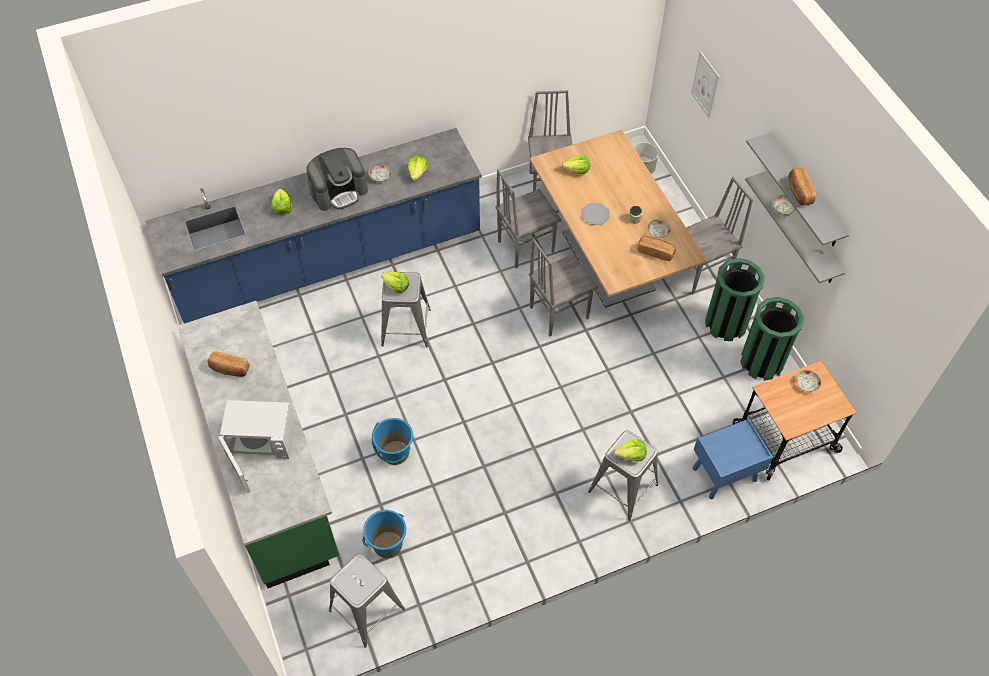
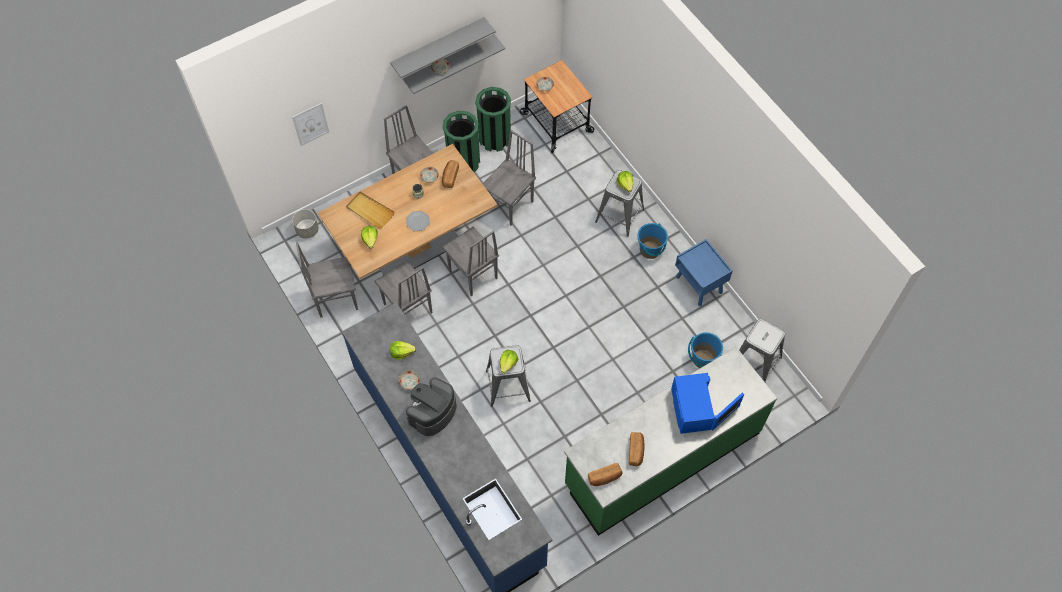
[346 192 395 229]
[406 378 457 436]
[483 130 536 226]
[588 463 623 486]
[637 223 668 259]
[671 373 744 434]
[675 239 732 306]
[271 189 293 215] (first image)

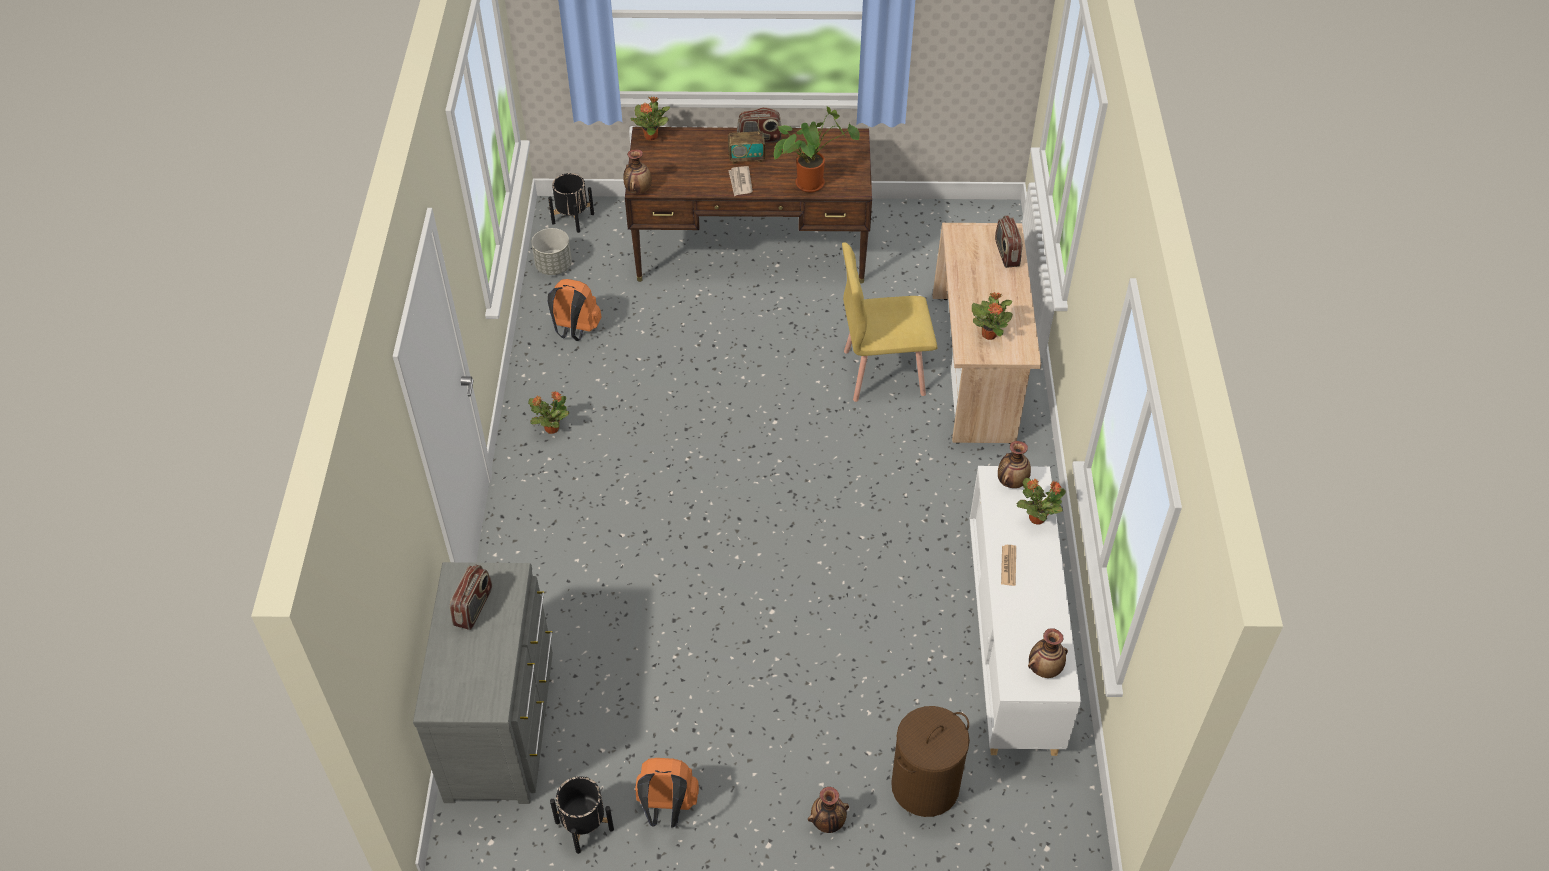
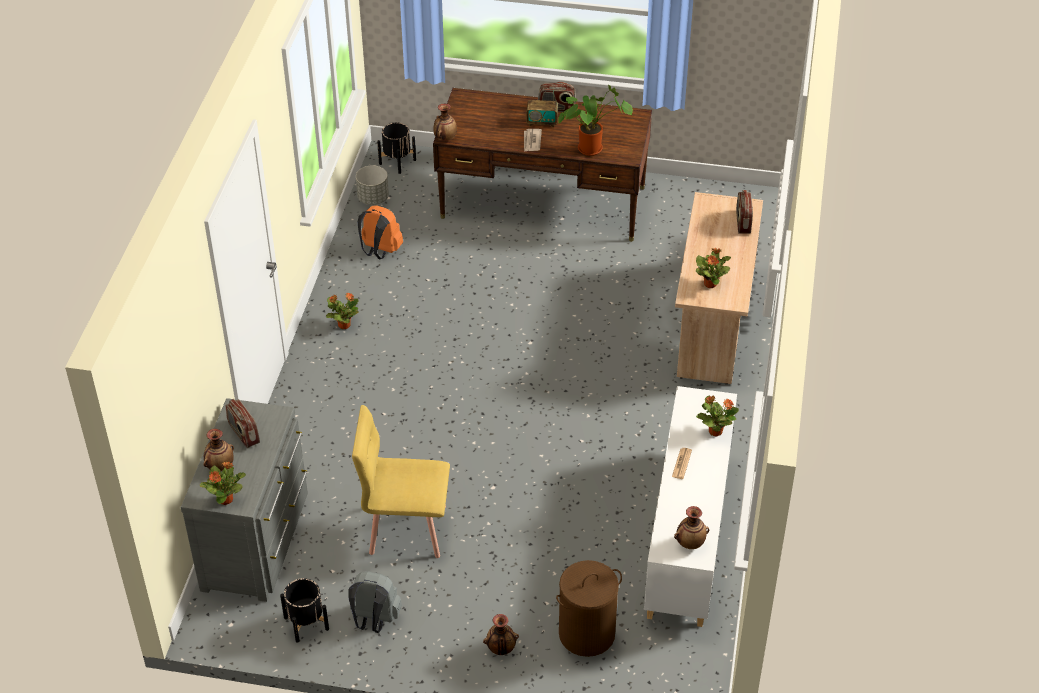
[200 462 246 505]
[204 429 234 471]
[226 399 260 448]
[348 571 402 633]
[352 405 450 558]

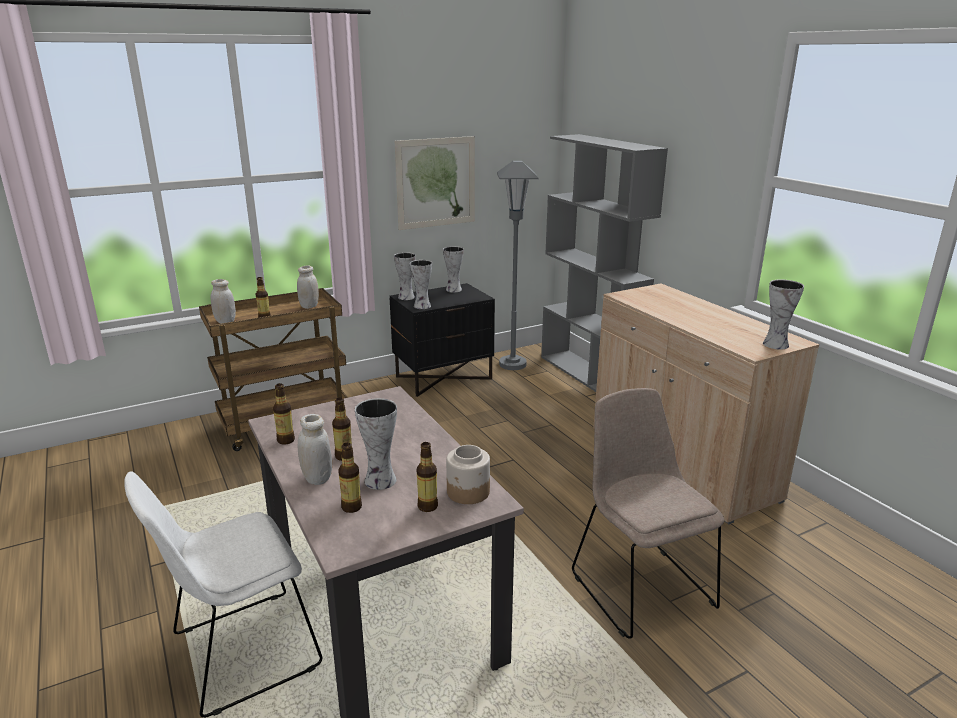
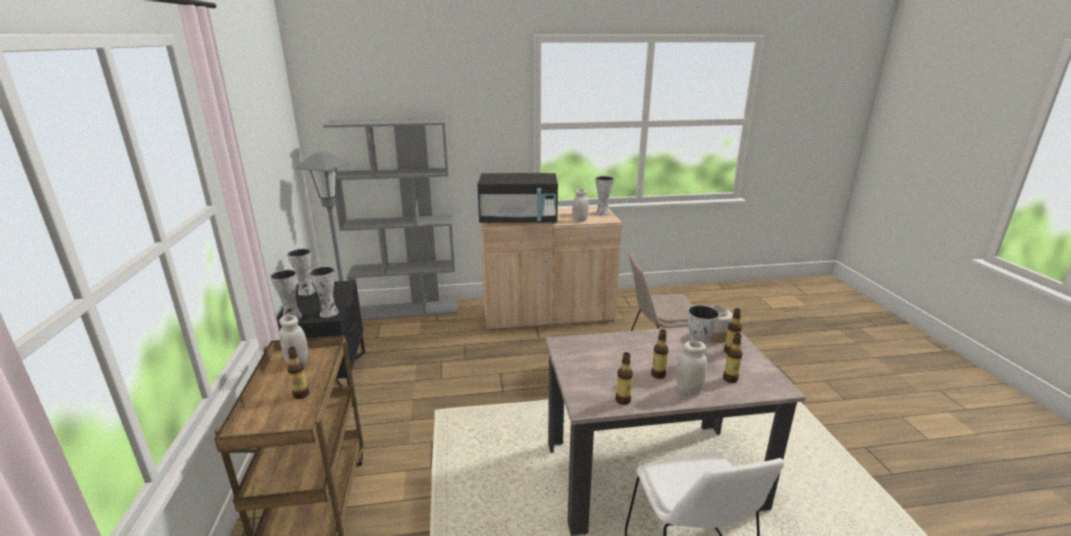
[477 173 558 224]
[572 189 589 222]
[395 136 475 230] (first image)

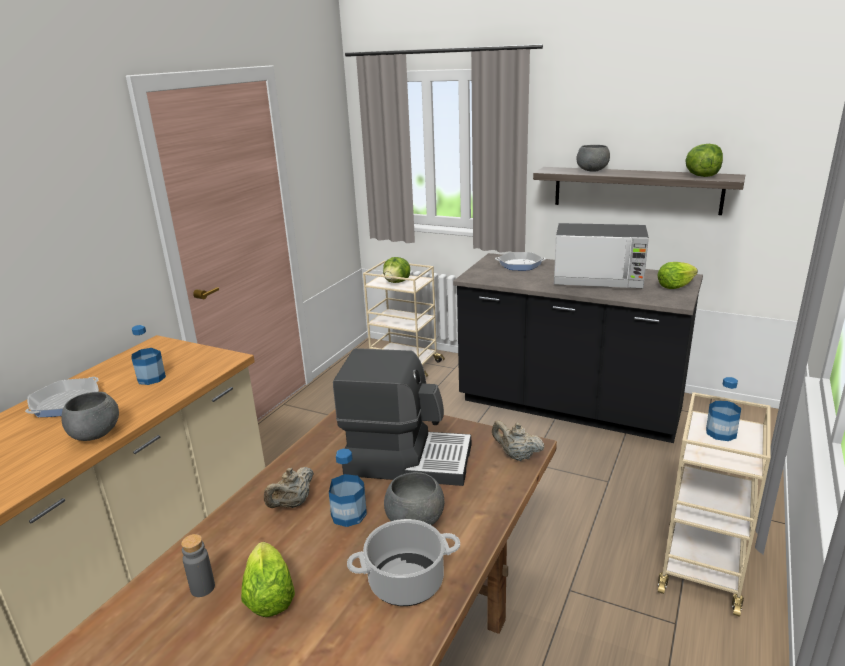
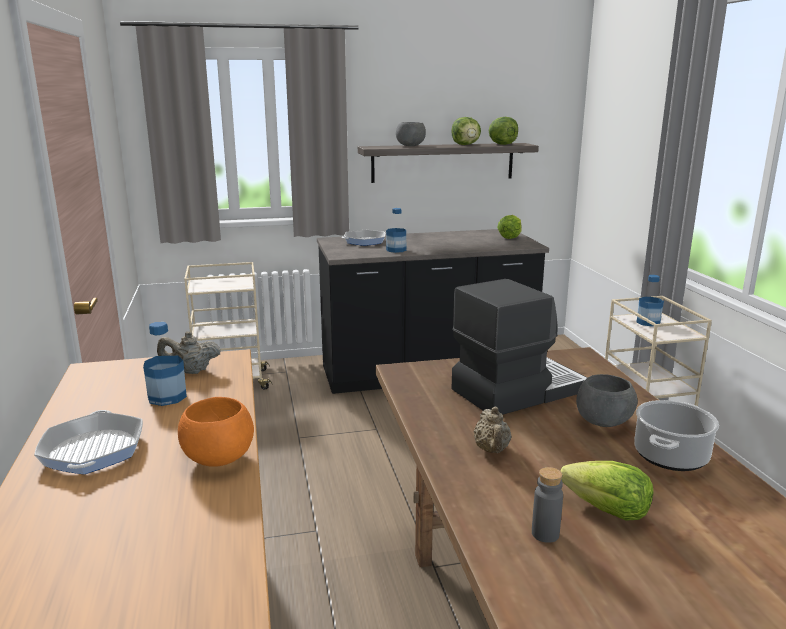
[157 331 221 374]
[178 397 254 467]
[386 208 406 253]
[451 117 481 145]
[554 223 649 288] (first image)

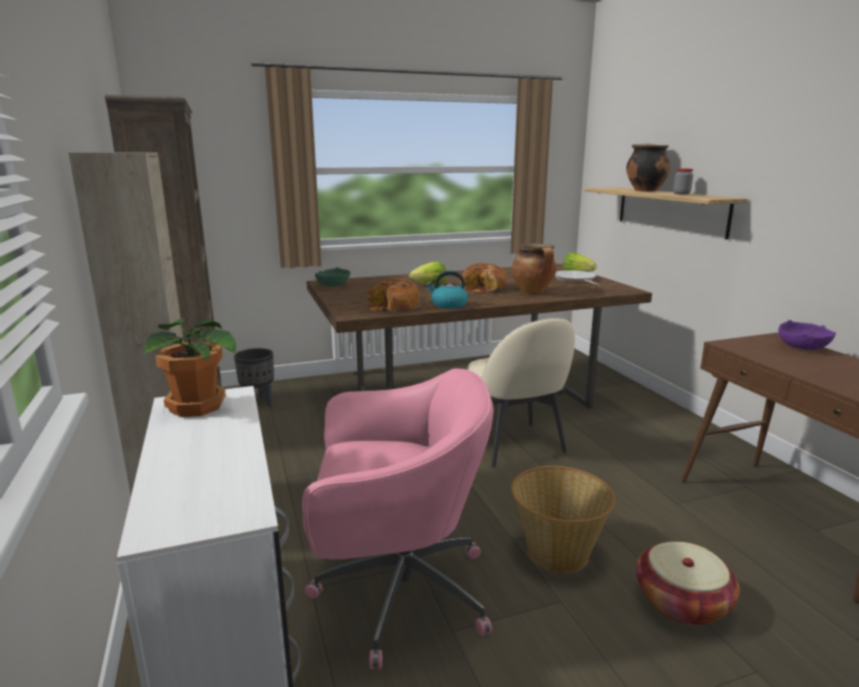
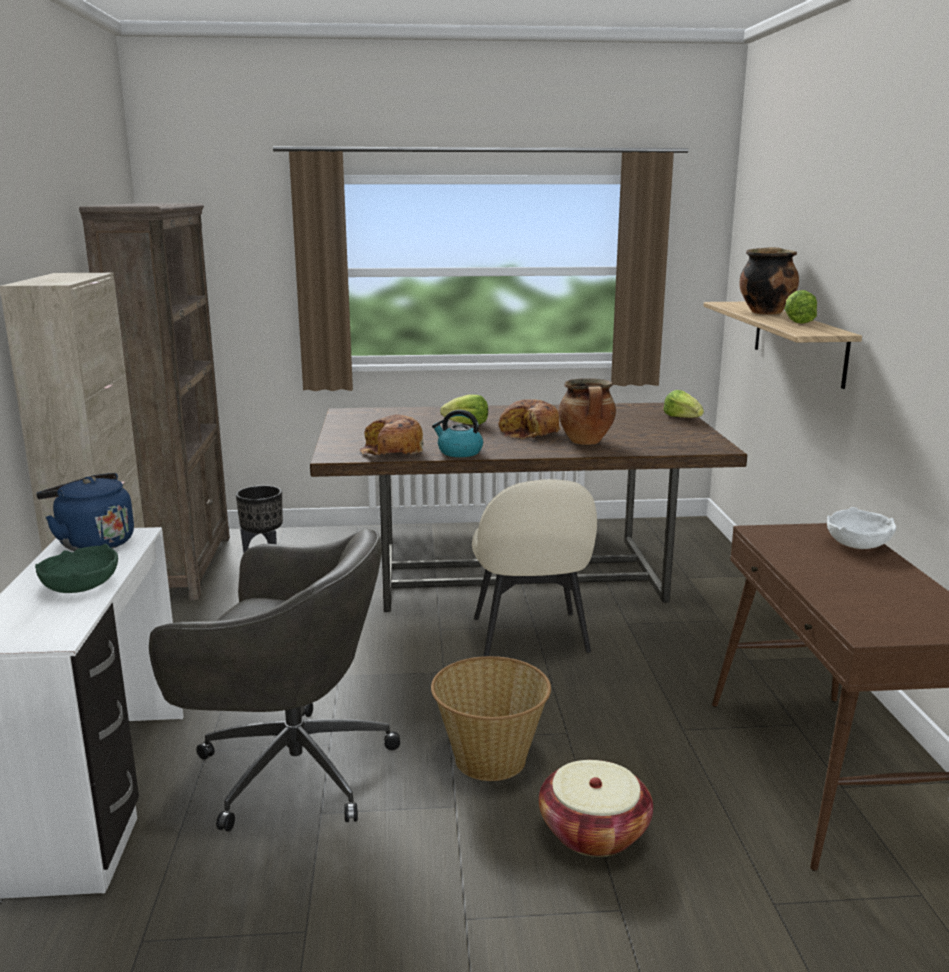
[35 544 118 593]
[36 473 134 551]
[149 529 400 832]
[784 290 817 324]
[827 507 896 549]
[555 270 600 286] (first image)

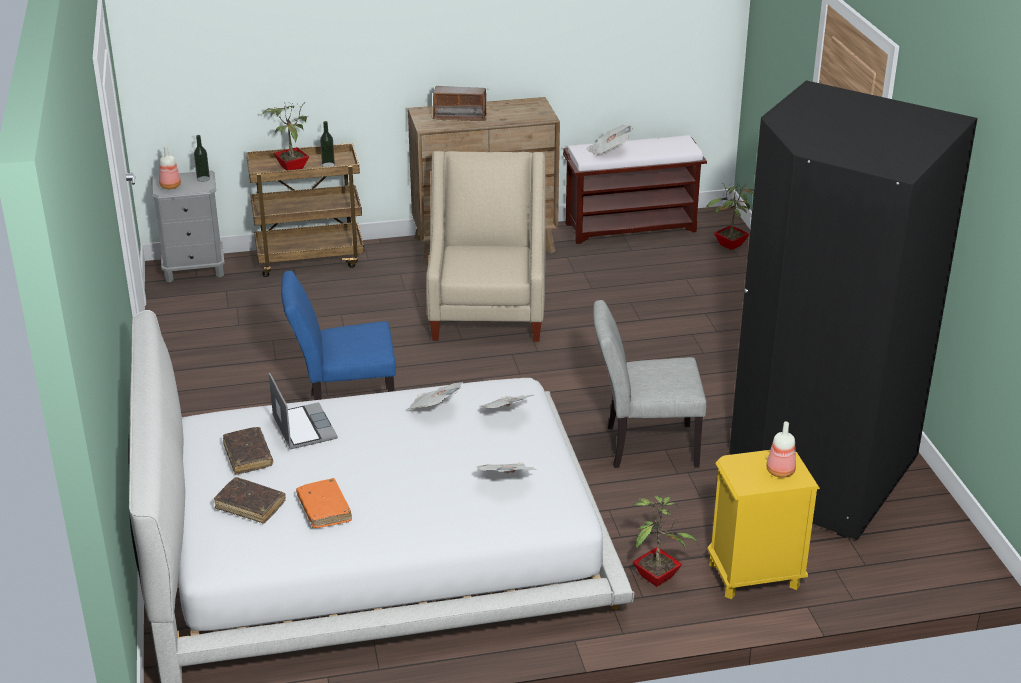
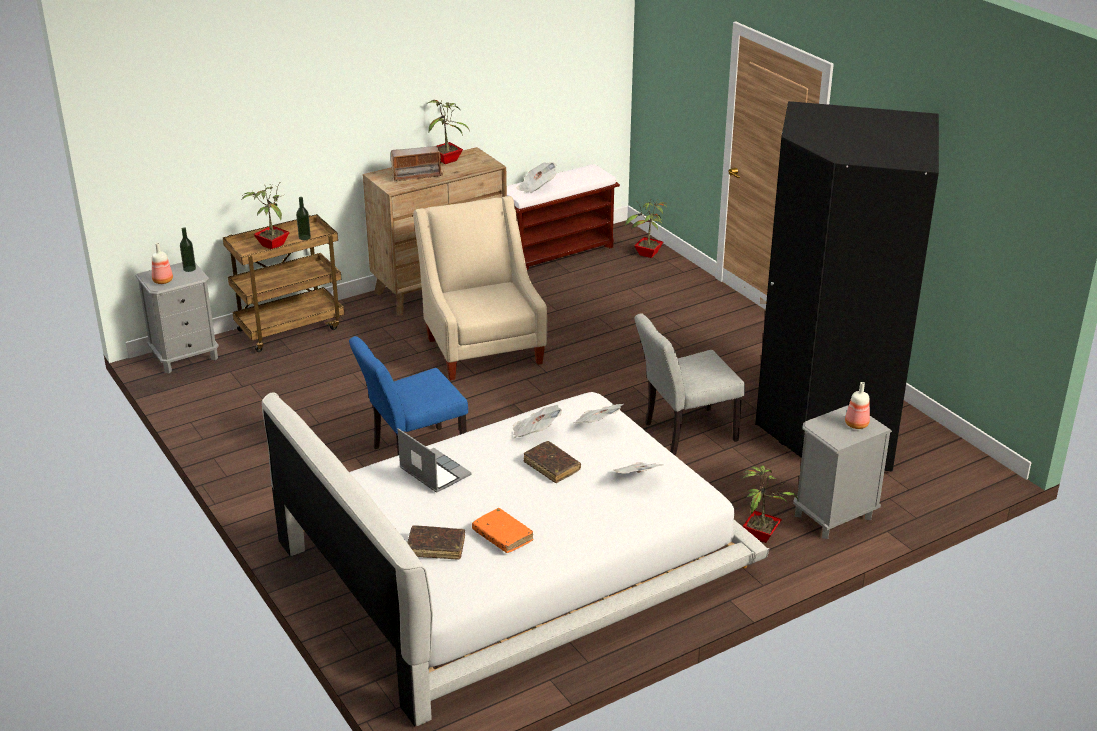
[428 100 470 164]
[523 441 581 483]
[793 405 892 539]

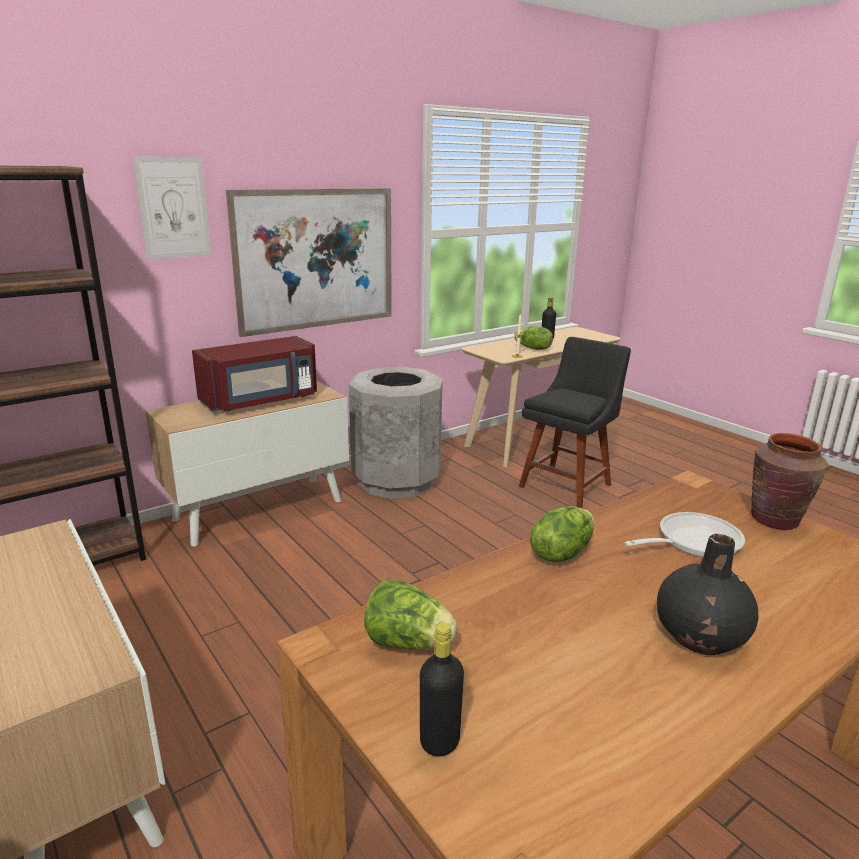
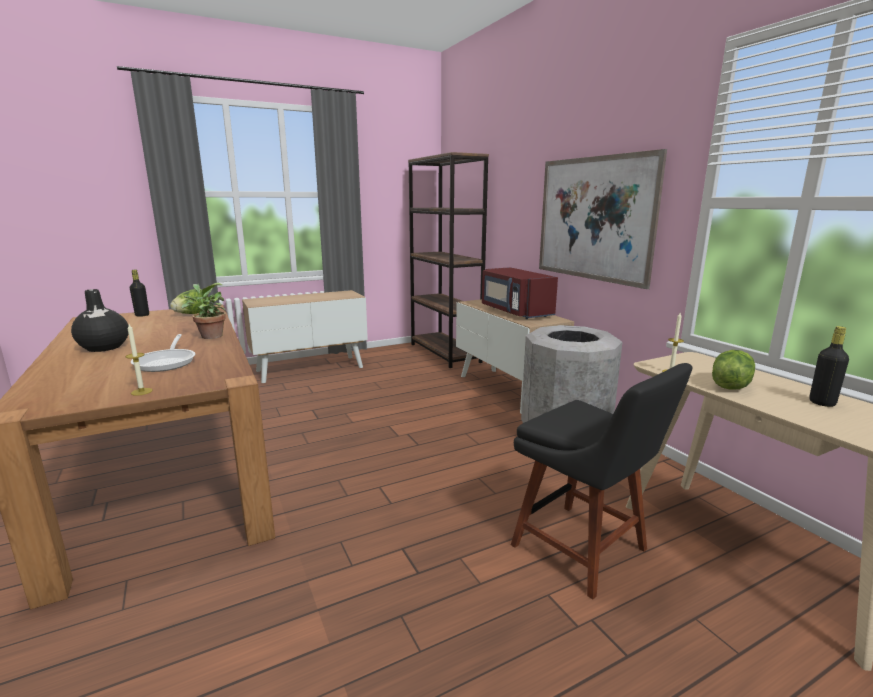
[125 324 153 396]
[181 283 228 339]
[133 156 212 259] (first image)

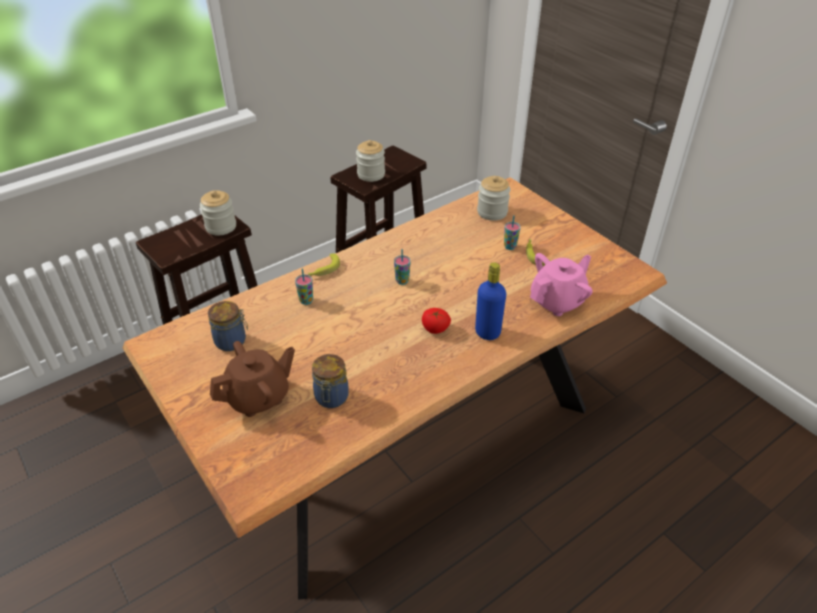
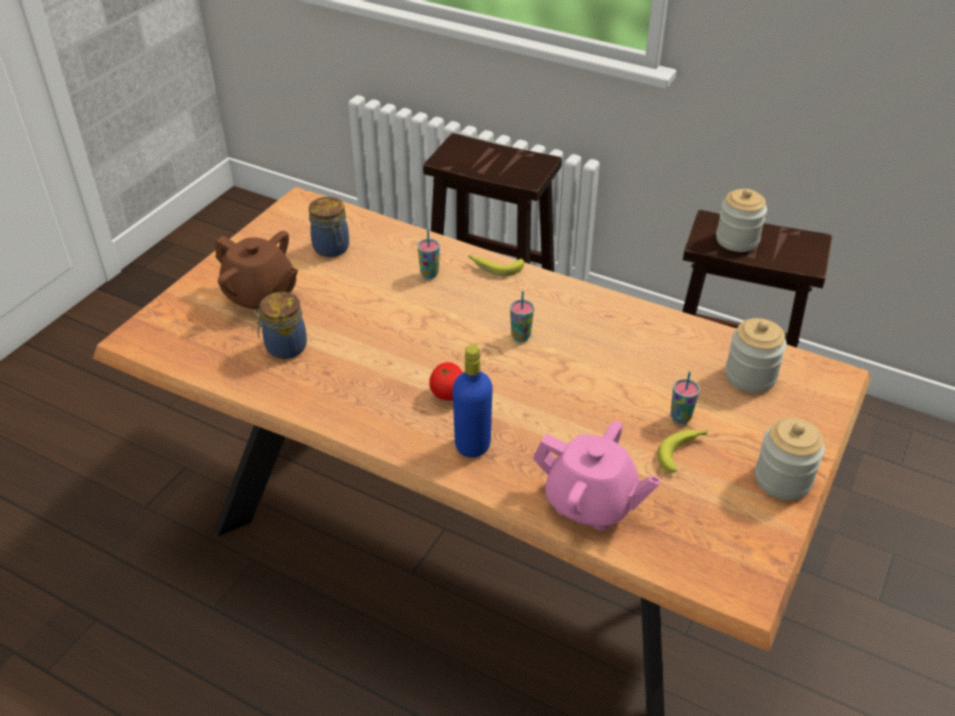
[755 417 825 500]

